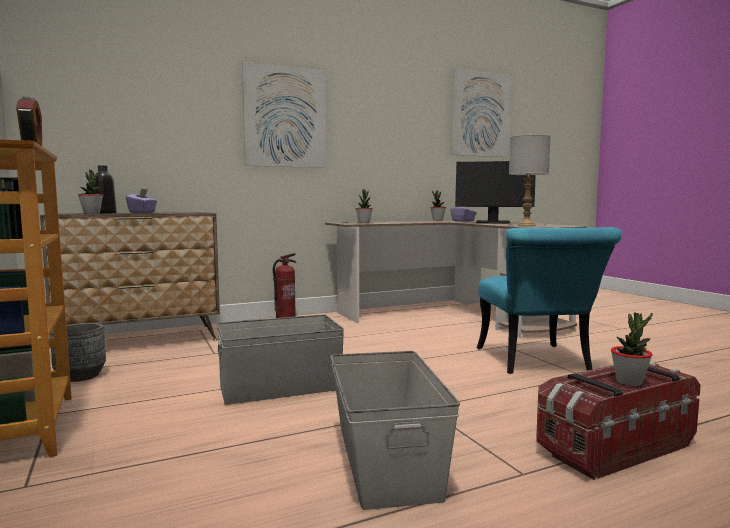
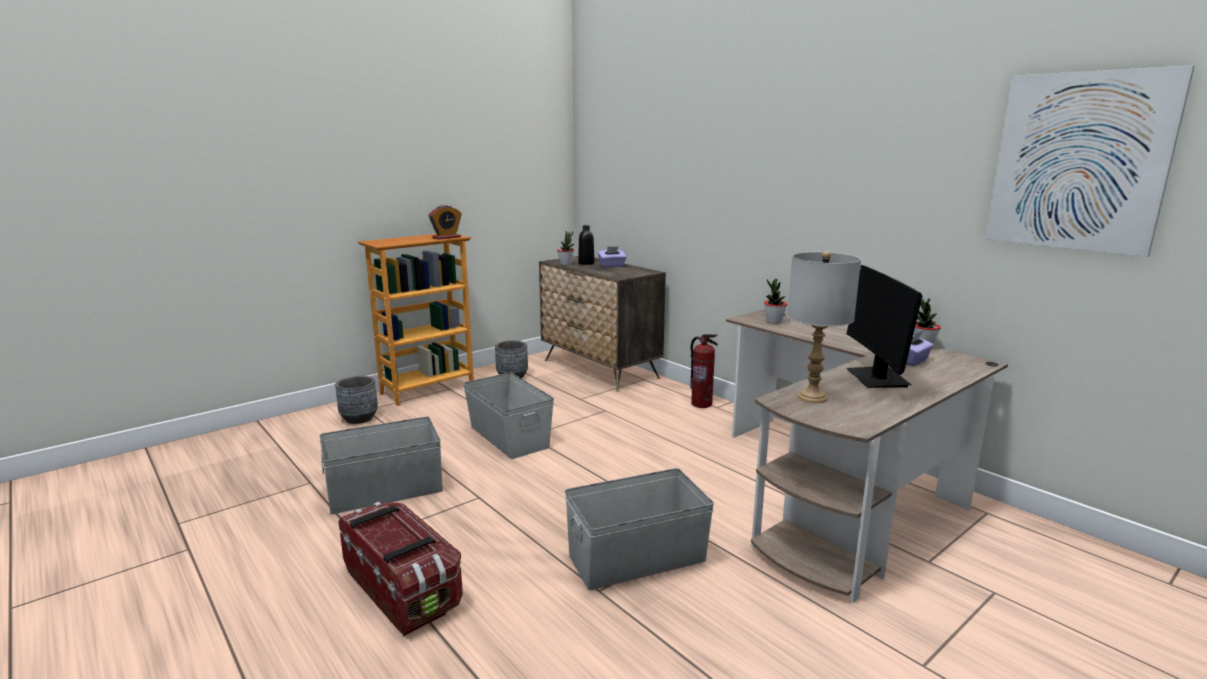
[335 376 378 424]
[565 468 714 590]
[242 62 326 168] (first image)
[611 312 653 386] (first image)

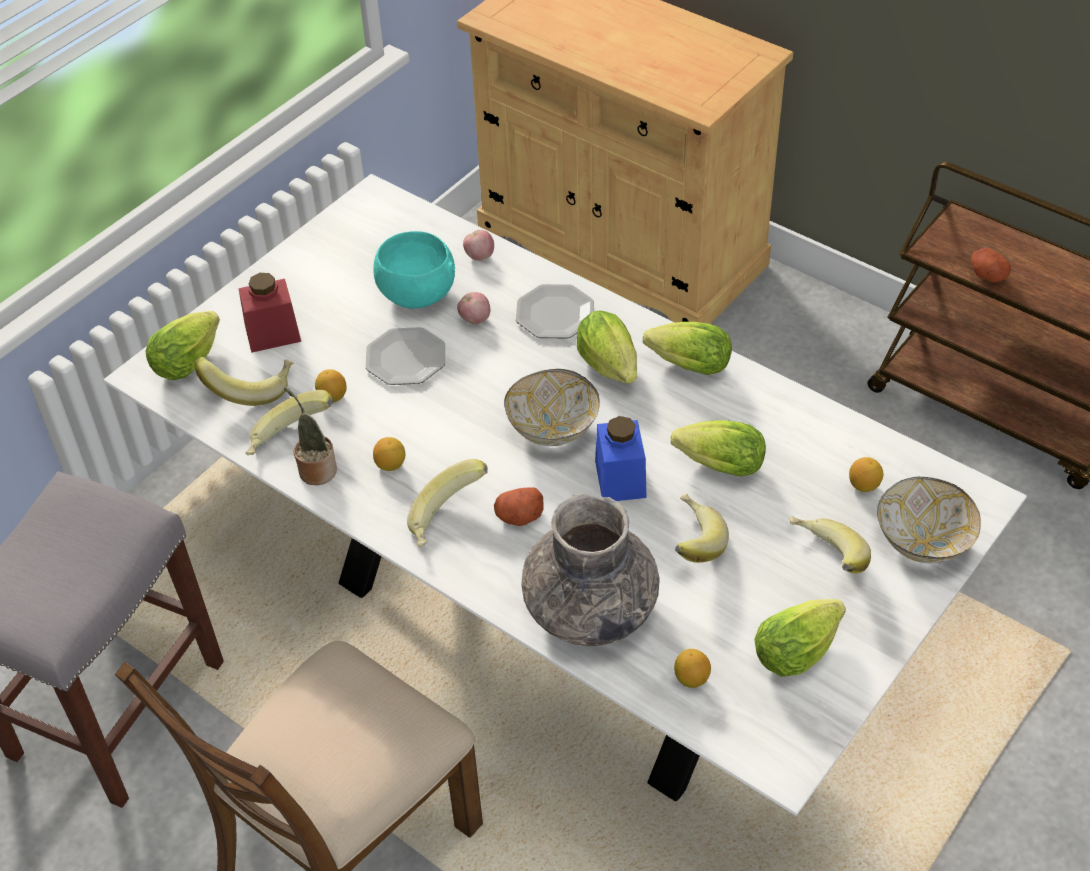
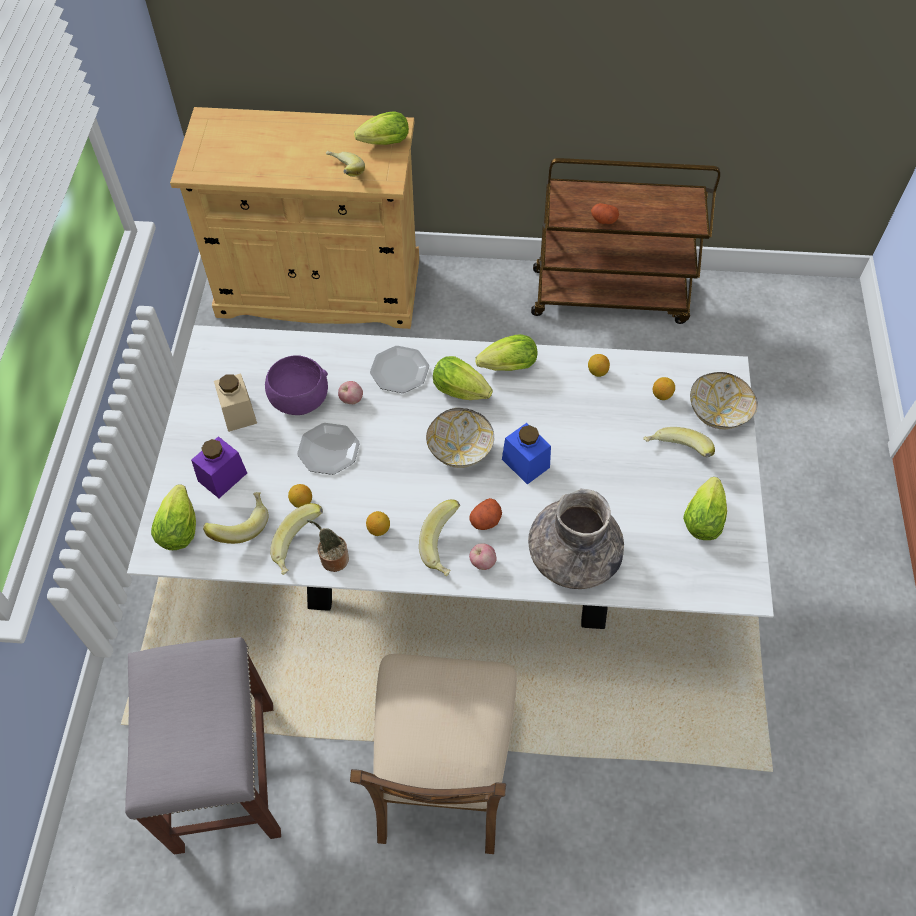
[191 436 247 498]
[214 373 257 432]
[265 355 328 415]
[326 150 365 177]
[354 111 409 145]
[469 543 496 570]
[588 354 610 377]

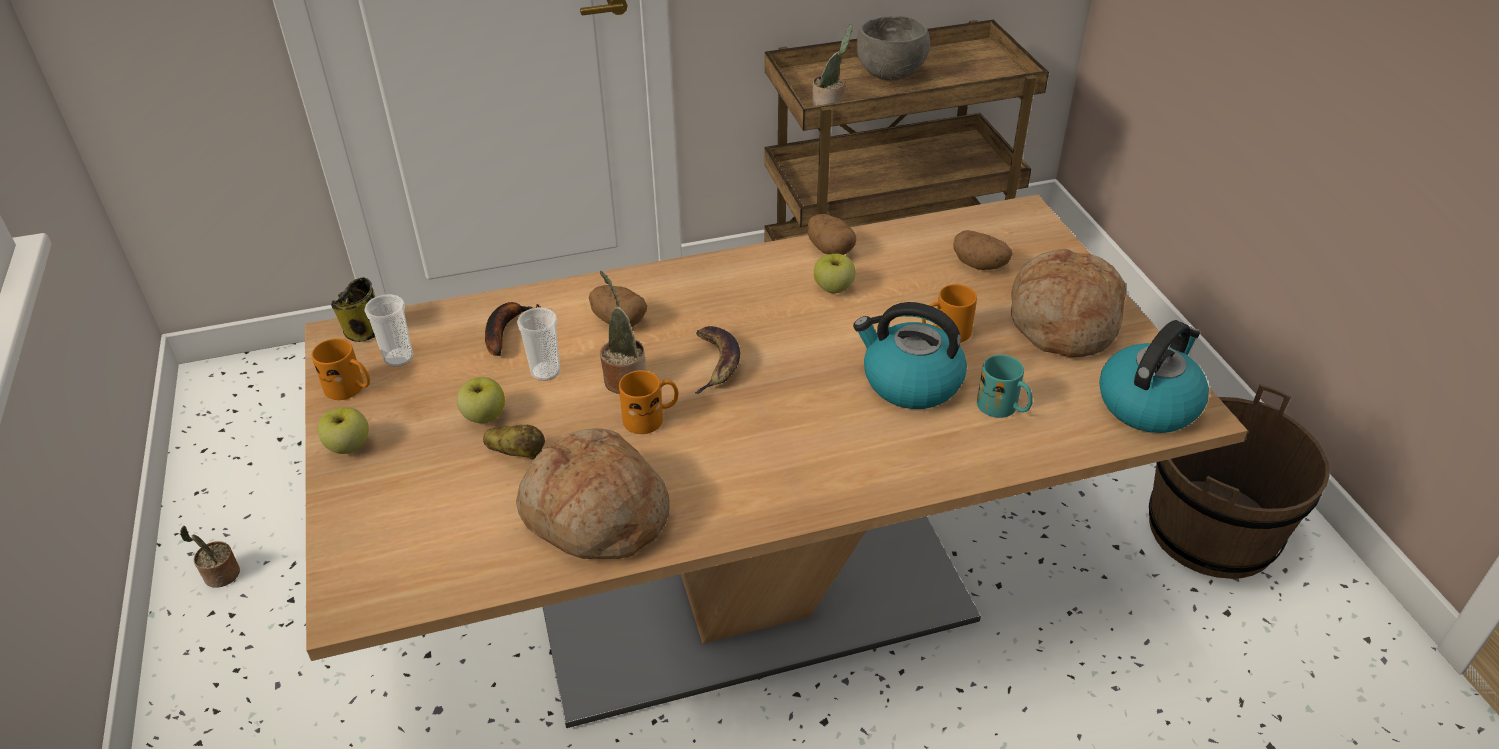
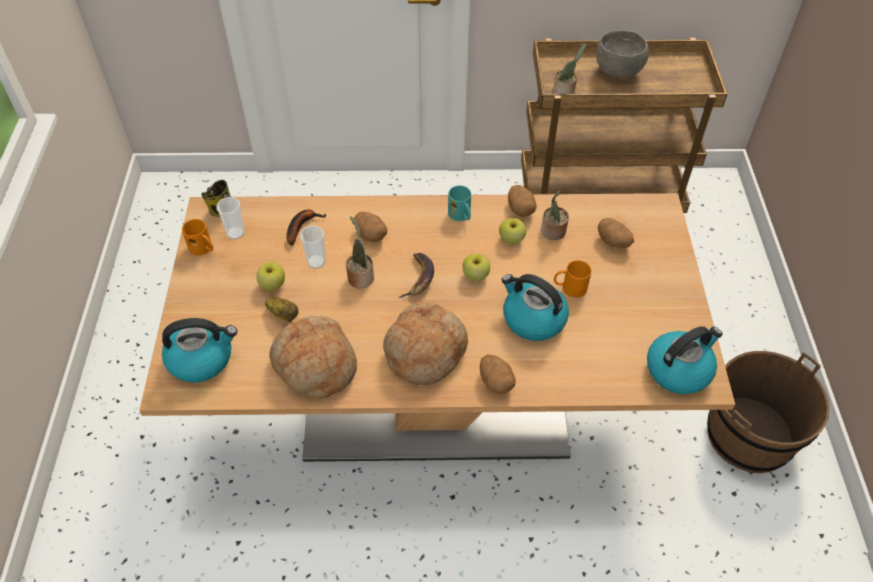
[162 318 237 383]
[383 302 468 385]
[448 185 471 221]
[463 254 490 281]
[480 355 516 394]
[541 191 569 240]
[619 370 678 434] (first image)

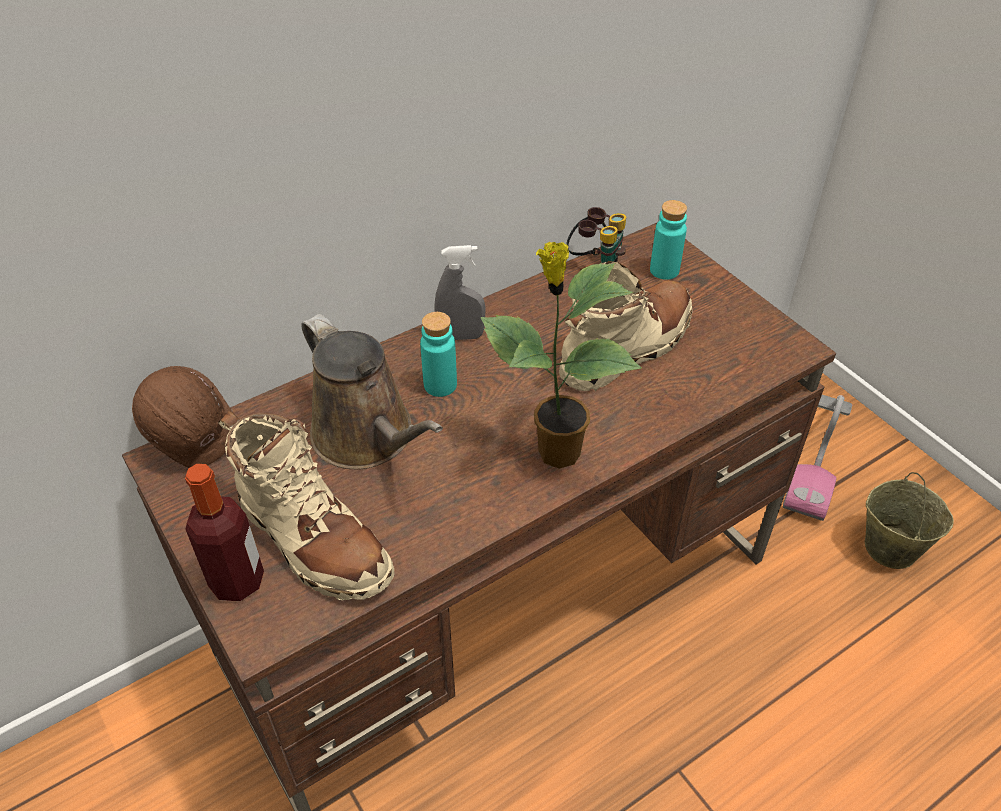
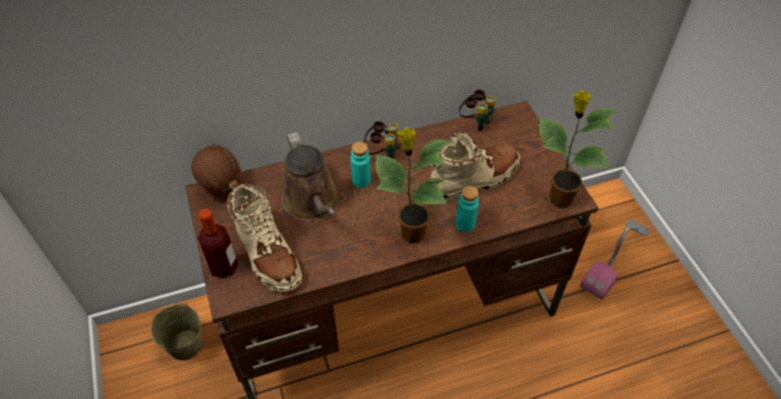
[151 304 202 361]
[364 121 401 158]
[456 186 479 232]
[539 91 618 208]

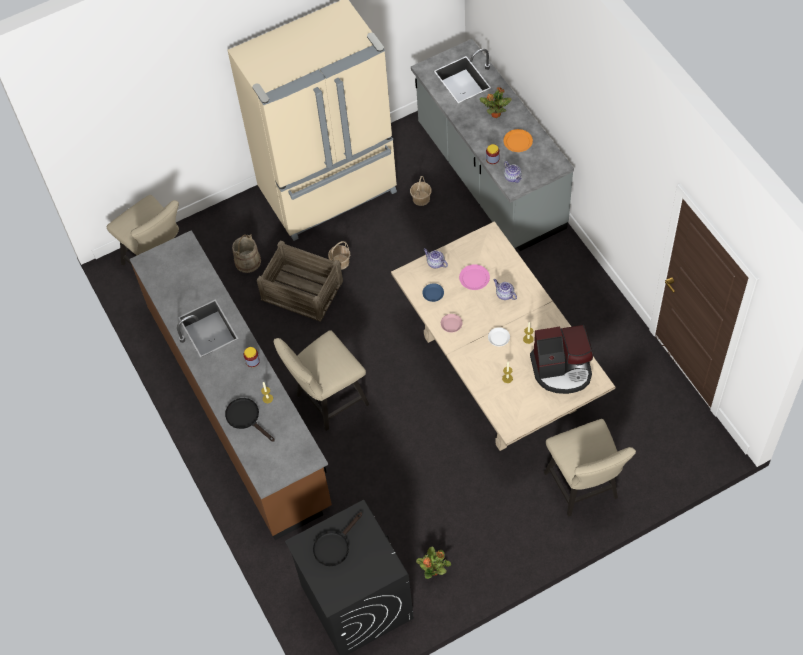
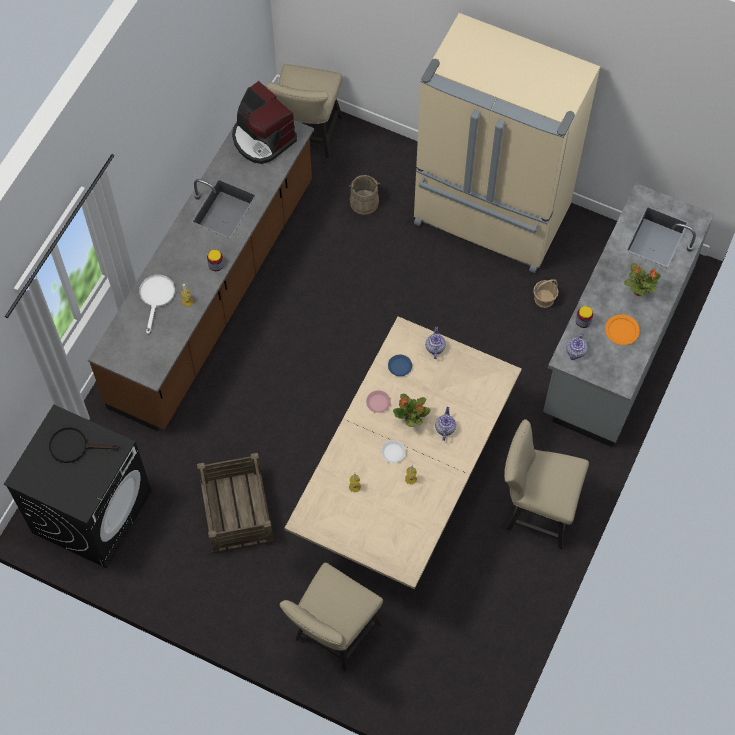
[139 275 175 334]
[197 453 274 553]
[232 81 297 164]
[393 394 431 427]
[504 419 589 549]
[328 241 350 270] (first image)
[459 264 490 290] (first image)

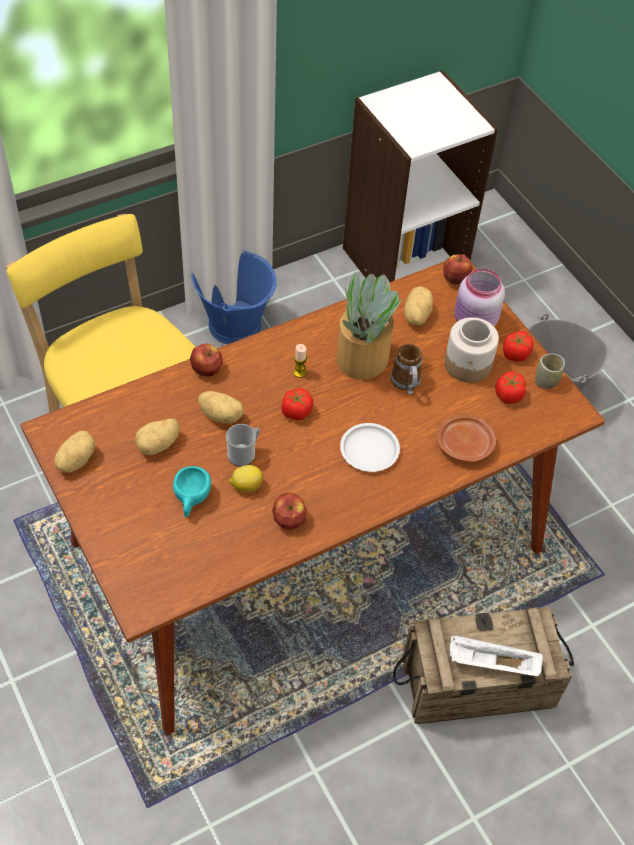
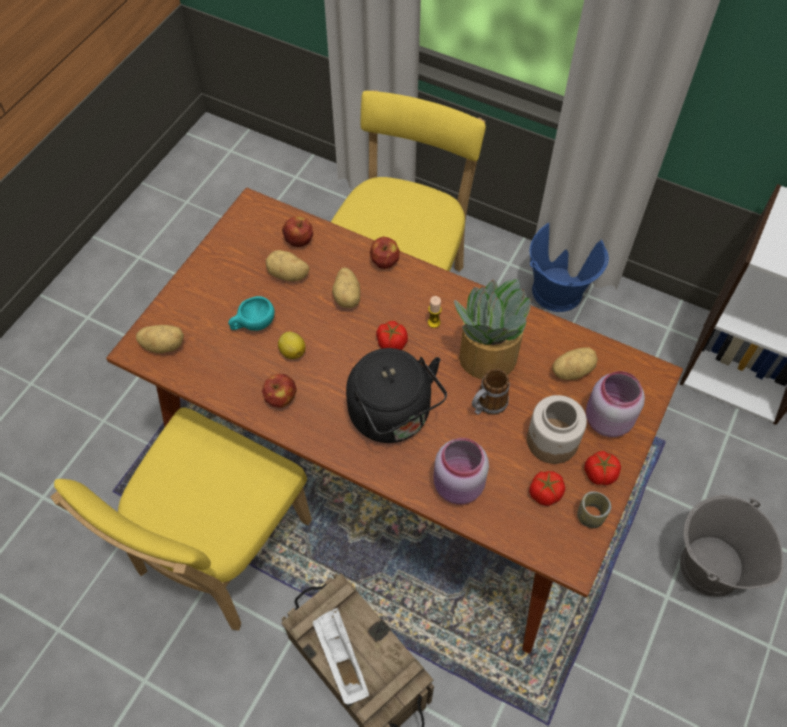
[51 408 312 631]
[136 325 184 353]
[282 217 313 247]
[346 348 447 443]
[433 438 489 504]
[226 424 260 467] (first image)

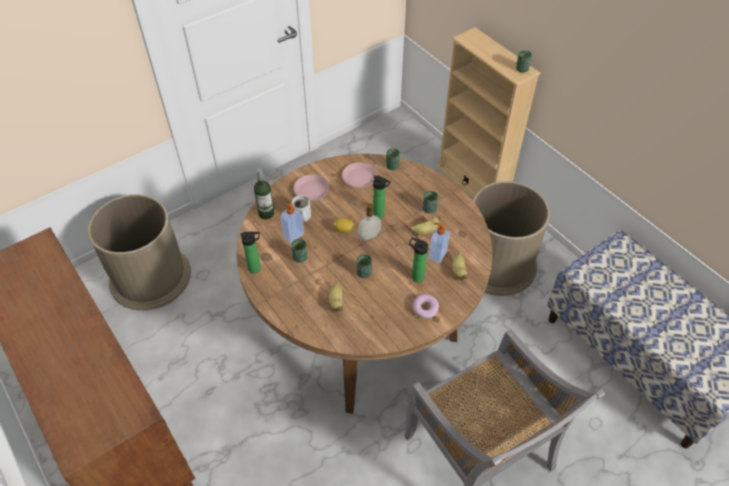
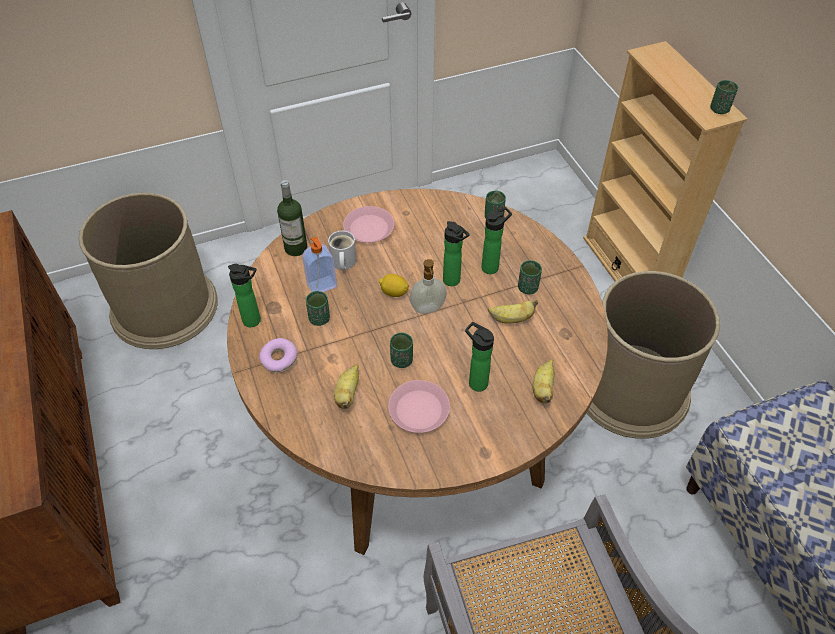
[259 338 298 373]
[388 380 450 433]
[482 207 512 274]
[429 222 450 263] (first image)

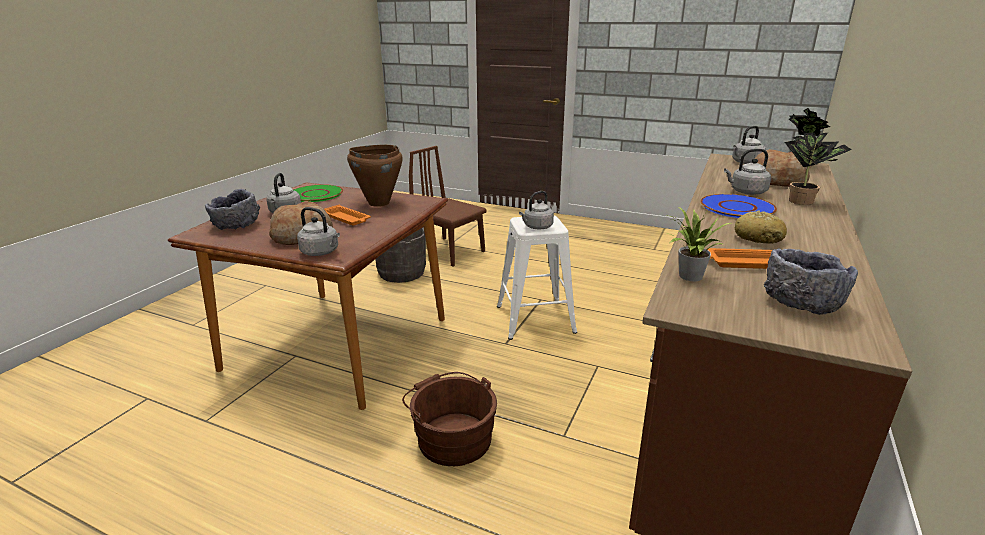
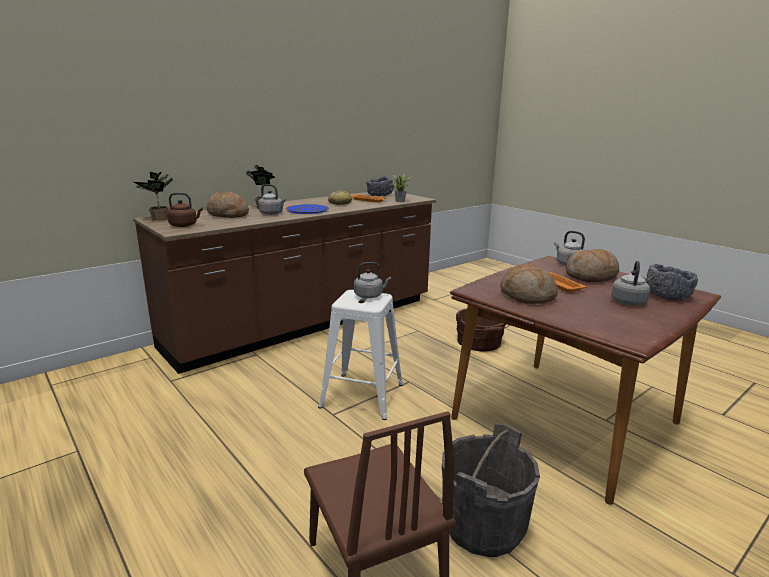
[167 192 203 227]
[500 263 558 304]
[293 184 343 202] (first image)

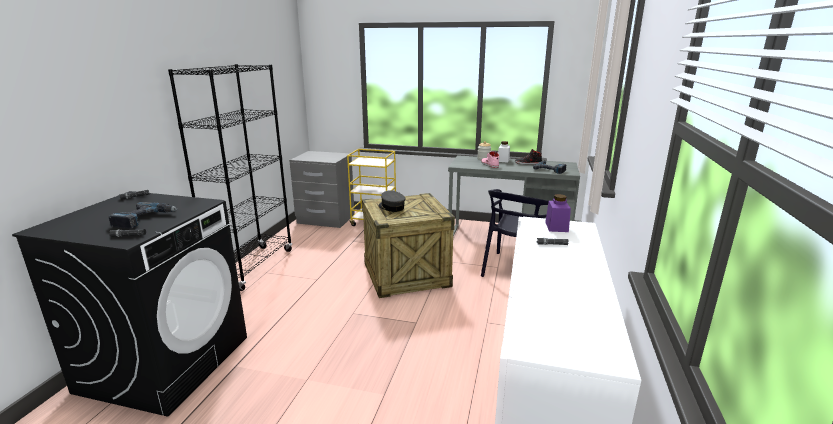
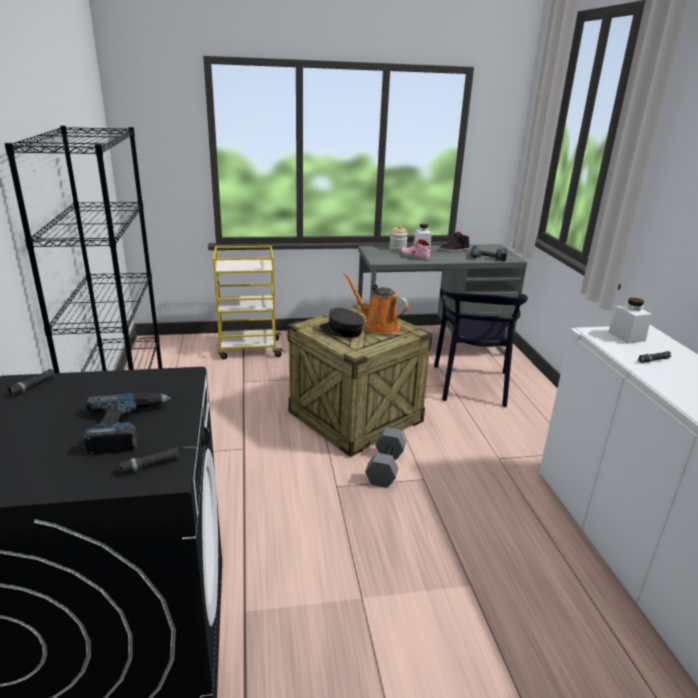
[343 273 409 334]
[365 427 406 488]
[608 298 652 344]
[289 151 355 228] (first image)

